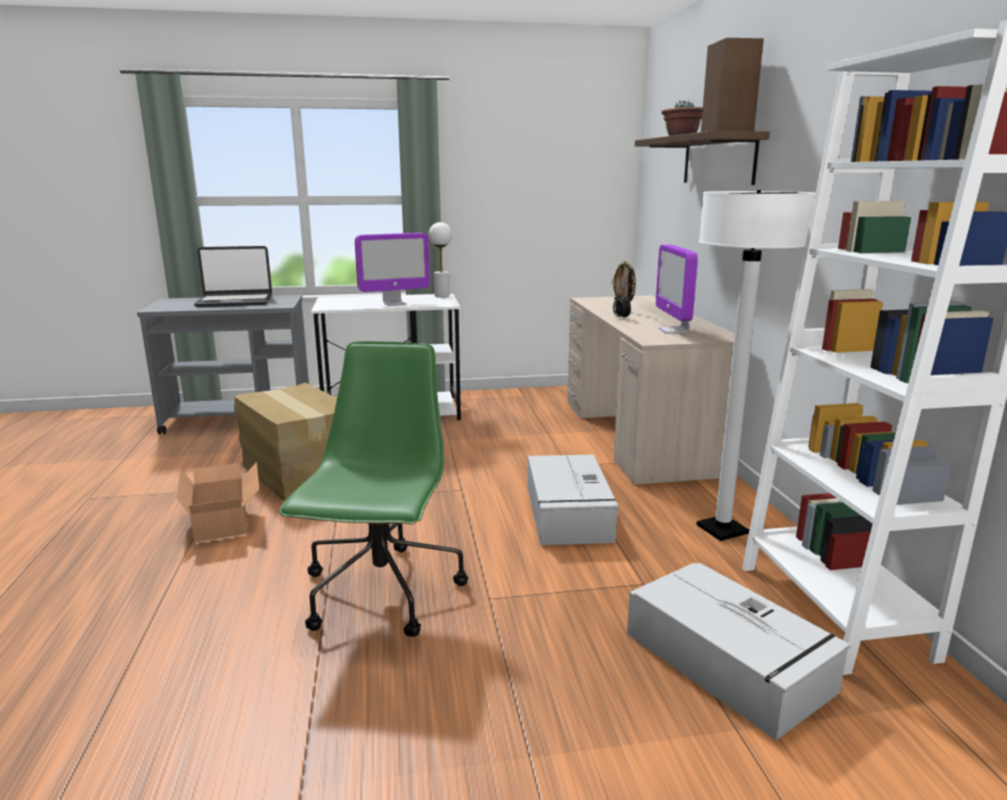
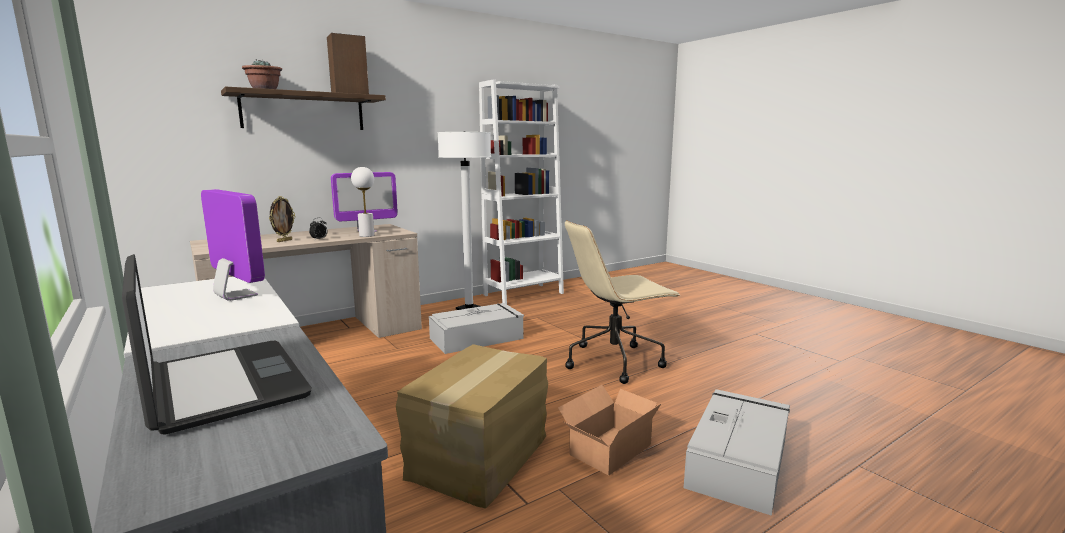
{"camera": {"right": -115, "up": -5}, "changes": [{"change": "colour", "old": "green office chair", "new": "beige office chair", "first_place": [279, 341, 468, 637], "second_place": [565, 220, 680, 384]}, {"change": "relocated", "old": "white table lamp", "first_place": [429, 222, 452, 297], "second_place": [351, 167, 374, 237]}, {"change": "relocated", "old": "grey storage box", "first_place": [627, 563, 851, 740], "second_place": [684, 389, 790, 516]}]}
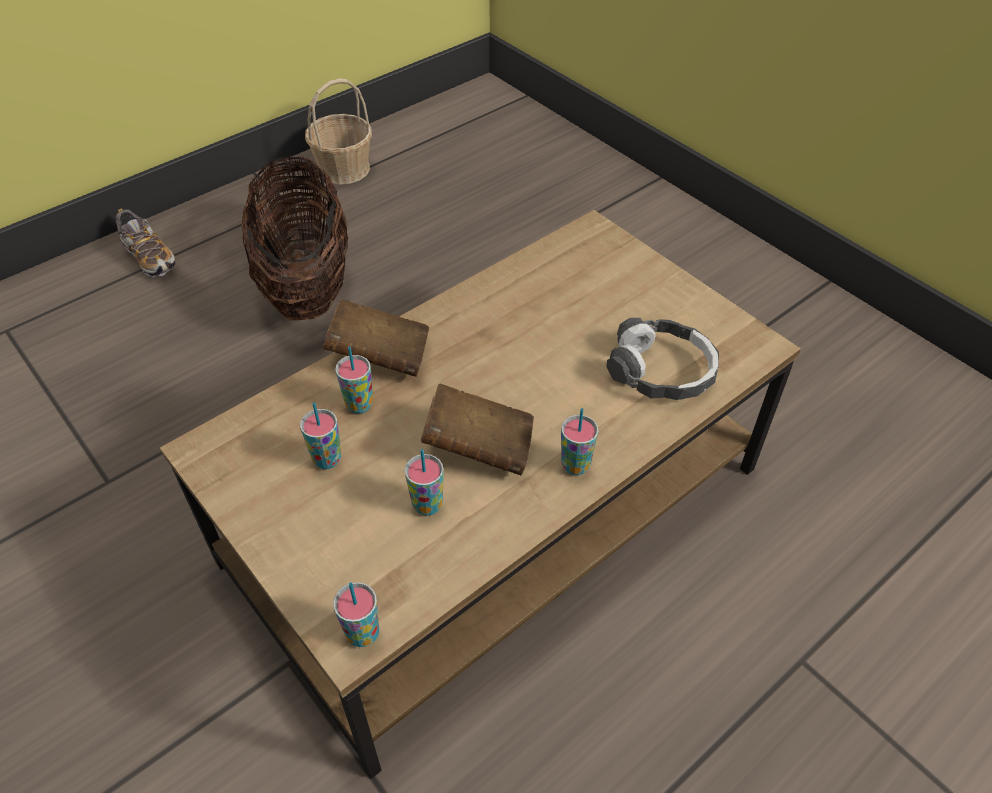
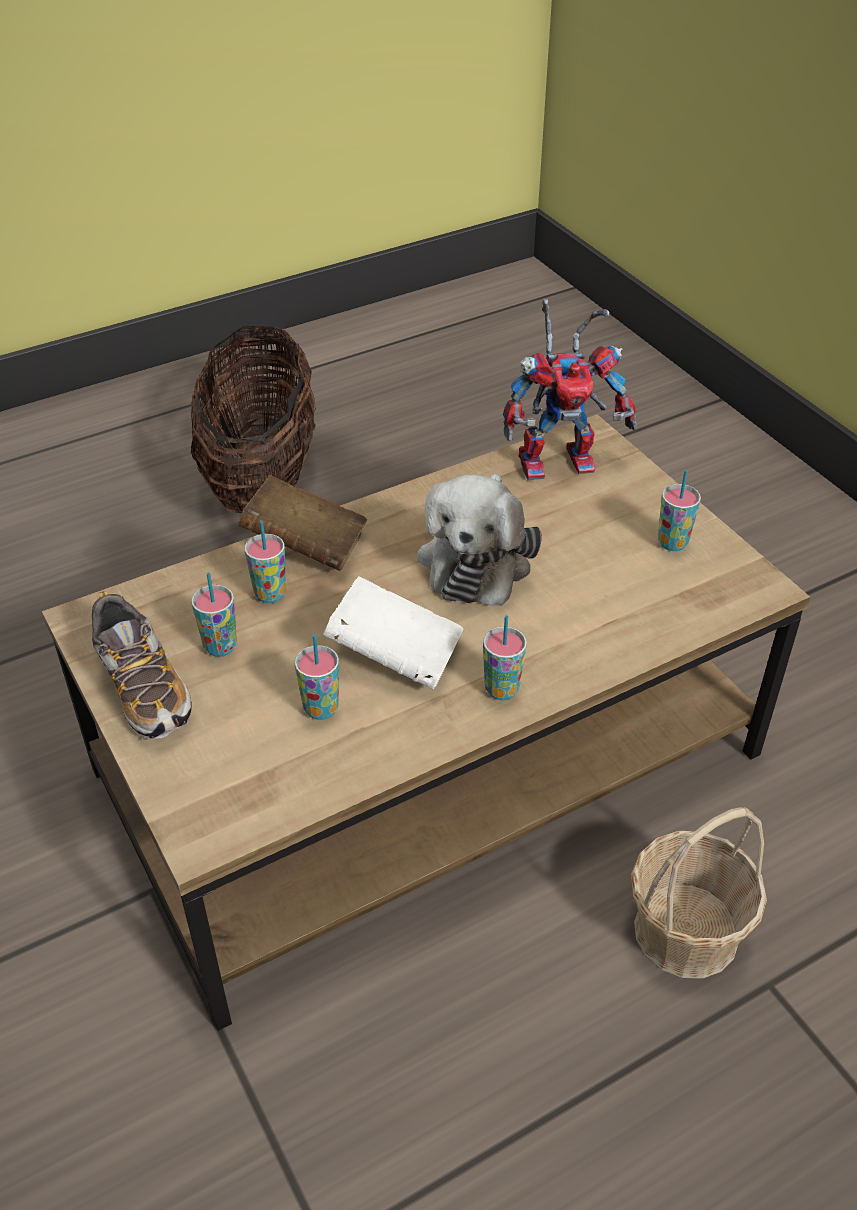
{"camera": {"right": 10, "up": -5}, "changes": [{"change": "relocated", "old": "shoe", "first_place": [116, 209, 176, 278], "second_place": [92, 591, 191, 740]}, {"change": "relocated", "old": "basket", "first_place": [305, 78, 372, 185], "second_place": [631, 807, 767, 979]}, {"change": "relocated", "old": "cup", "first_place": [333, 582, 379, 647], "second_place": [658, 470, 701, 551]}, {"change": "colour", "old": "brown book", "new": "white book", "first_place": [421, 384, 534, 476], "second_place": [323, 577, 463, 690]}, {"change": "missing", "old": "headphones", "first_place": [606, 318, 719, 400]}, {"change": "appeared", "new": "plush toy", "second_place": [417, 473, 542, 606]}, {"change": "appeared", "new": "toy robot", "second_place": [503, 299, 637, 480]}]}
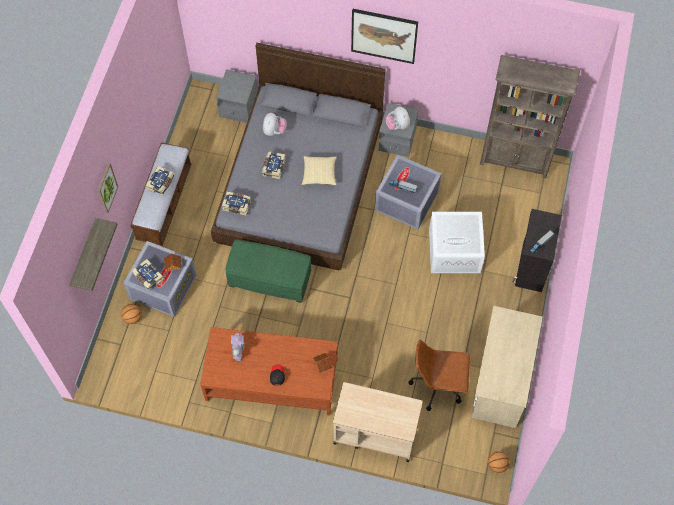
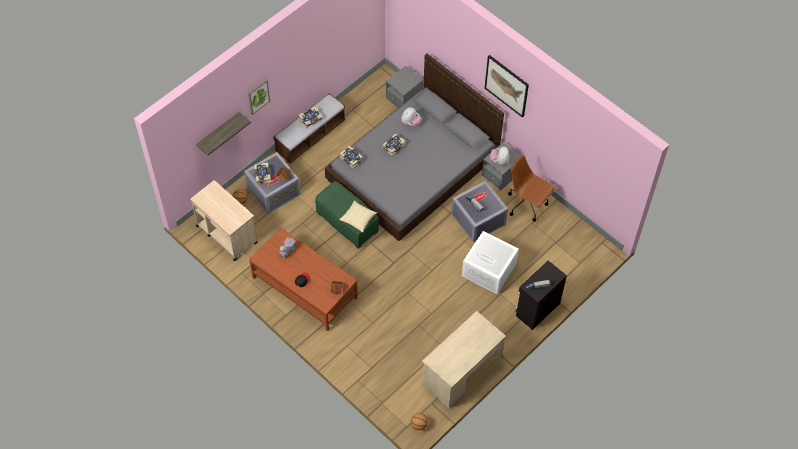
{"camera": {"right": 30, "up": -5}, "changes": [{"change": "relocated", "old": "pillow", "first_place": [302, 156, 337, 186], "second_place": [339, 201, 377, 233]}, {"change": "relocated", "old": "beige cart", "first_place": [333, 382, 423, 462], "second_place": [190, 180, 258, 261]}, {"change": "relocated", "old": "brown office chair", "first_place": [408, 340, 471, 411], "second_place": [508, 155, 556, 222]}, {"change": "missing", "old": "brown bookcase", "first_place": [480, 55, 580, 178]}]}
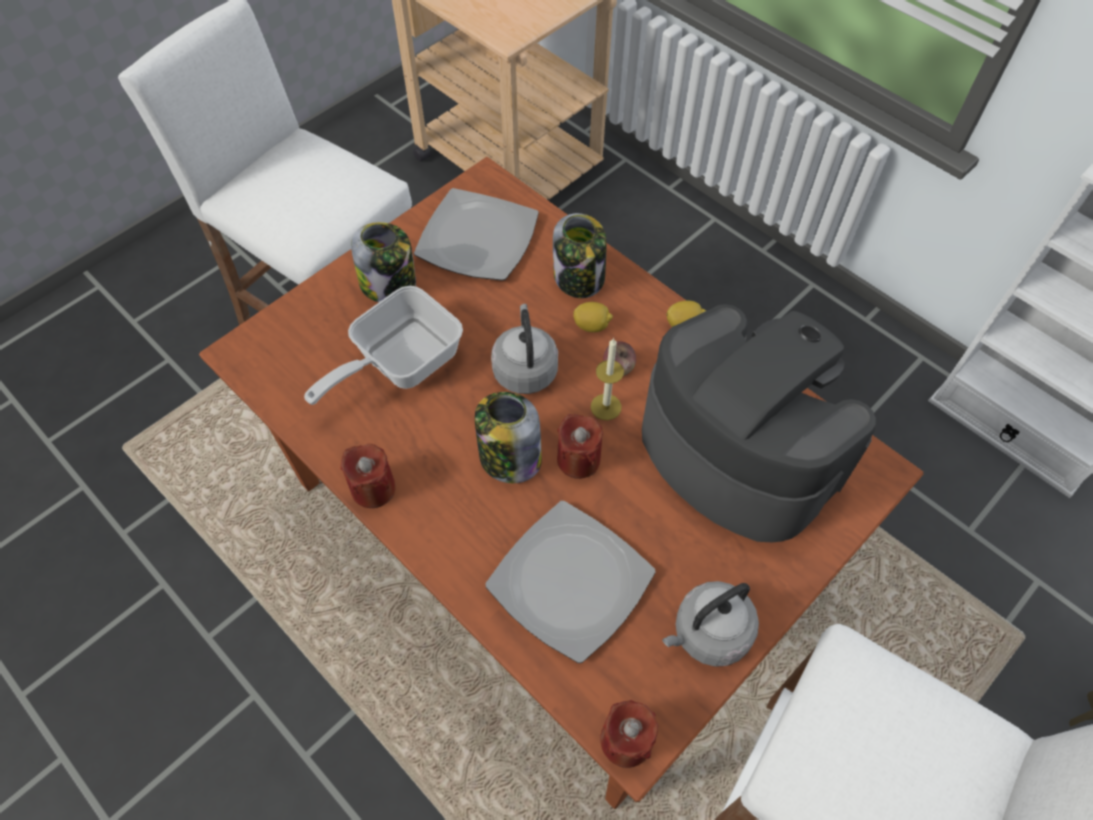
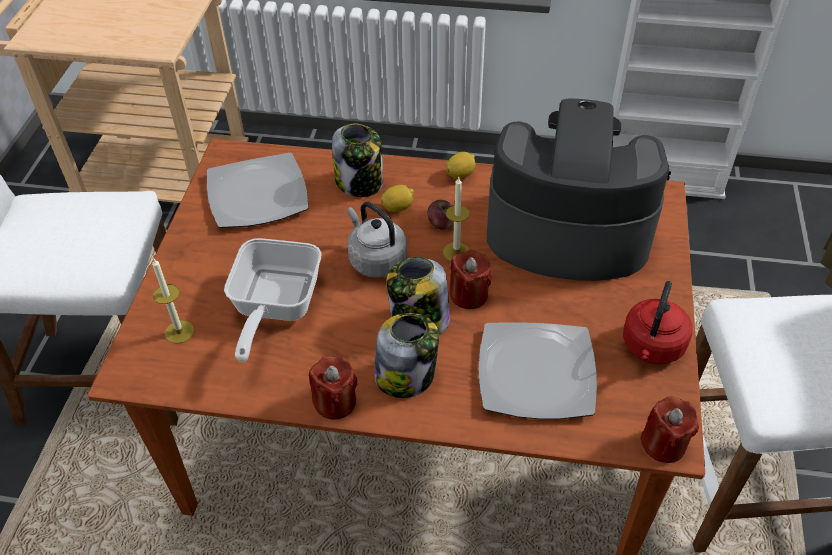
{"camera": {"right": -35, "up": -10}, "changes": [{"change": "relocated", "old": "jar", "first_place": [351, 222, 416, 302], "second_place": [374, 313, 439, 398]}, {"change": "colour", "old": "grey kettle", "new": "red kettle", "first_place": [662, 581, 759, 667], "second_place": [623, 281, 692, 364]}, {"change": "appeared", "new": "candle", "second_place": [152, 259, 194, 344]}]}
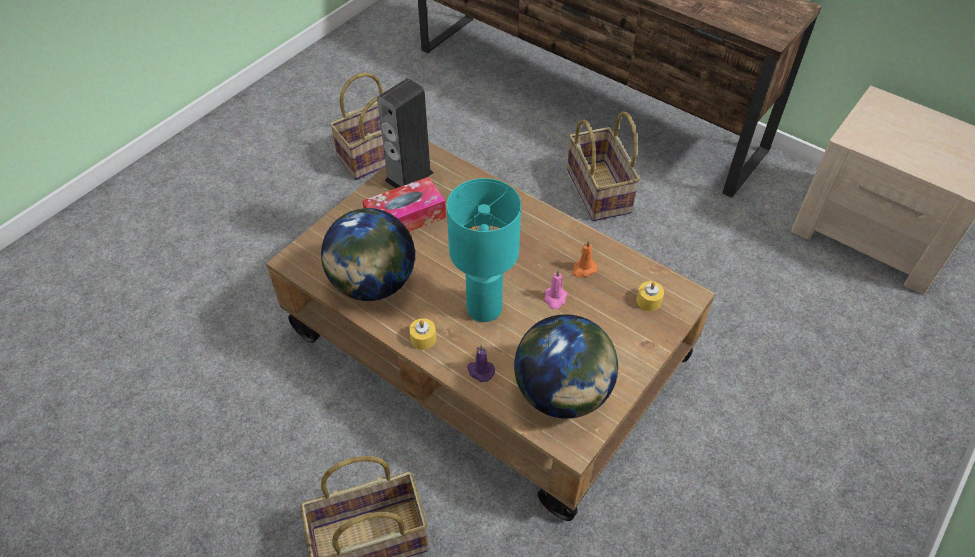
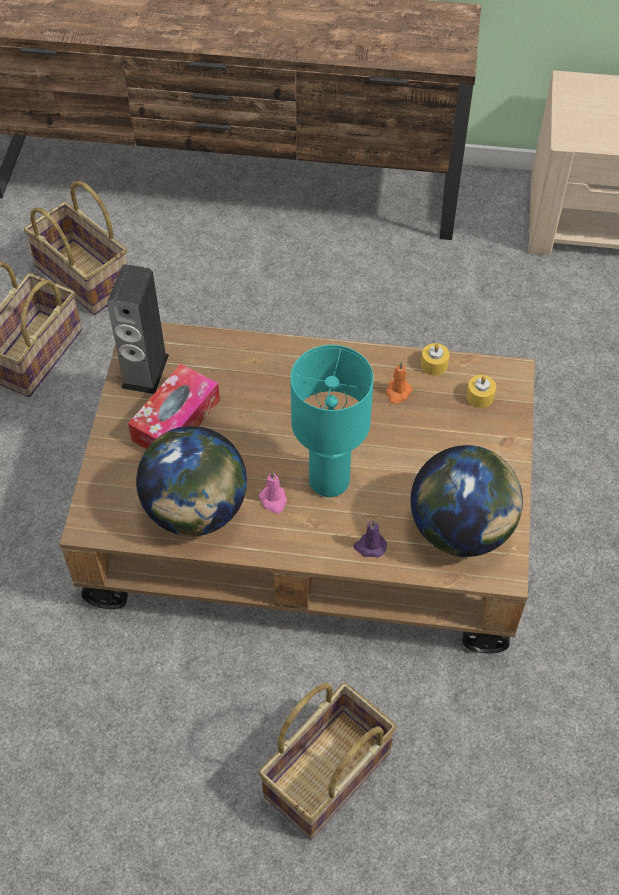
{"camera": {"right": -30, "up": 5}, "changes": [{"change": "relocated", "old": "yellow candle", "first_place": [409, 318, 436, 350], "second_place": [421, 343, 449, 376]}, {"change": "relocated", "old": "pink candle", "first_place": [544, 270, 567, 309], "second_place": [259, 471, 287, 514]}, {"change": "relocated", "old": "basket", "first_place": [567, 112, 640, 221], "second_place": [24, 181, 128, 315]}]}
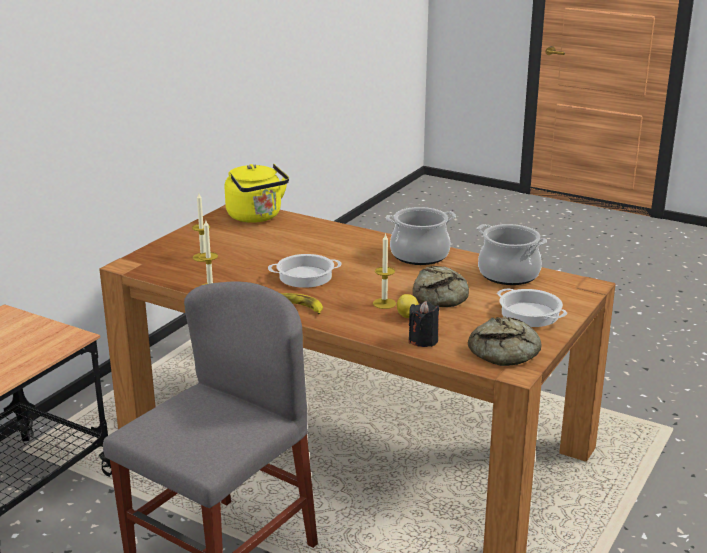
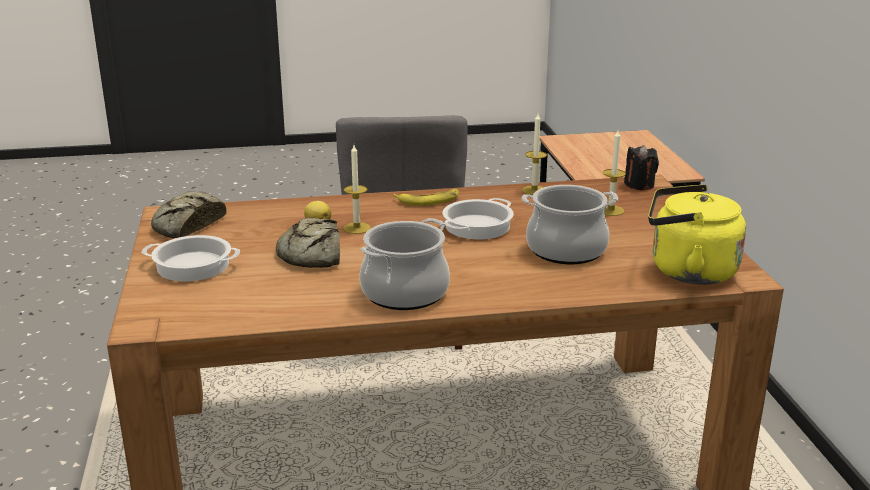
{"camera": {"right": 140, "up": 0}, "changes": [{"change": "relocated", "old": "black candle", "first_place": [409, 301, 440, 347], "second_place": [624, 145, 659, 190]}, {"change": "relocated", "old": "cooking pot", "first_place": [477, 224, 547, 285], "second_place": [522, 185, 618, 264]}]}
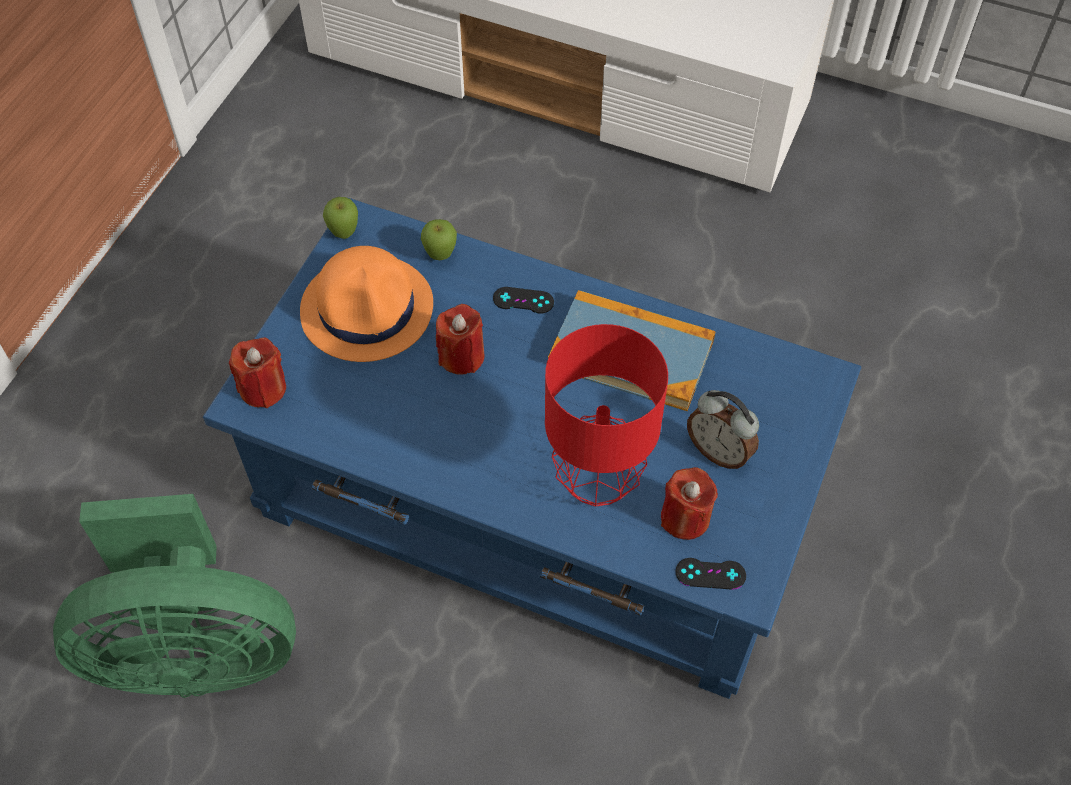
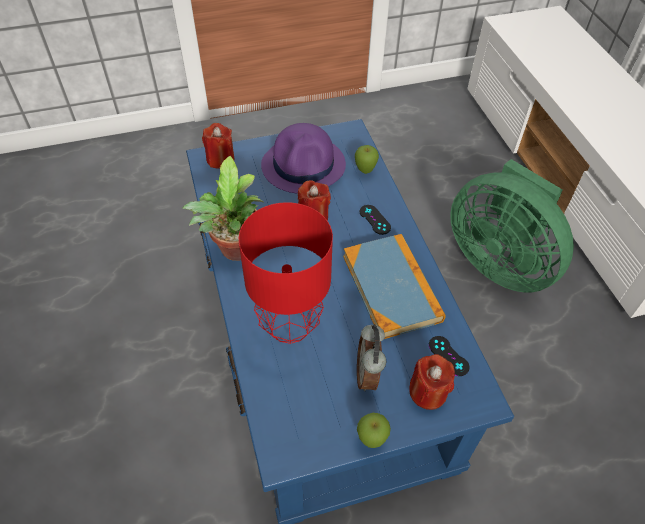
{"camera": {"right": 50, "up": -5}, "changes": [{"change": "relocated", "old": "green fan", "first_place": [53, 494, 296, 698], "second_place": [450, 159, 574, 292]}, {"change": "colour", "old": "orange hat", "new": "purple hat", "first_place": [300, 246, 433, 362], "second_place": [261, 123, 346, 194]}, {"change": "relocated", "old": "apple", "first_place": [323, 197, 358, 239], "second_place": [357, 413, 391, 448]}, {"change": "relocated", "old": "red candle", "first_place": [661, 467, 718, 540], "second_place": [409, 354, 455, 410]}, {"change": "relocated", "old": "black game controller", "first_place": [675, 558, 746, 590], "second_place": [429, 336, 470, 376]}, {"change": "appeared", "new": "potted plant", "second_place": [182, 156, 263, 261]}]}
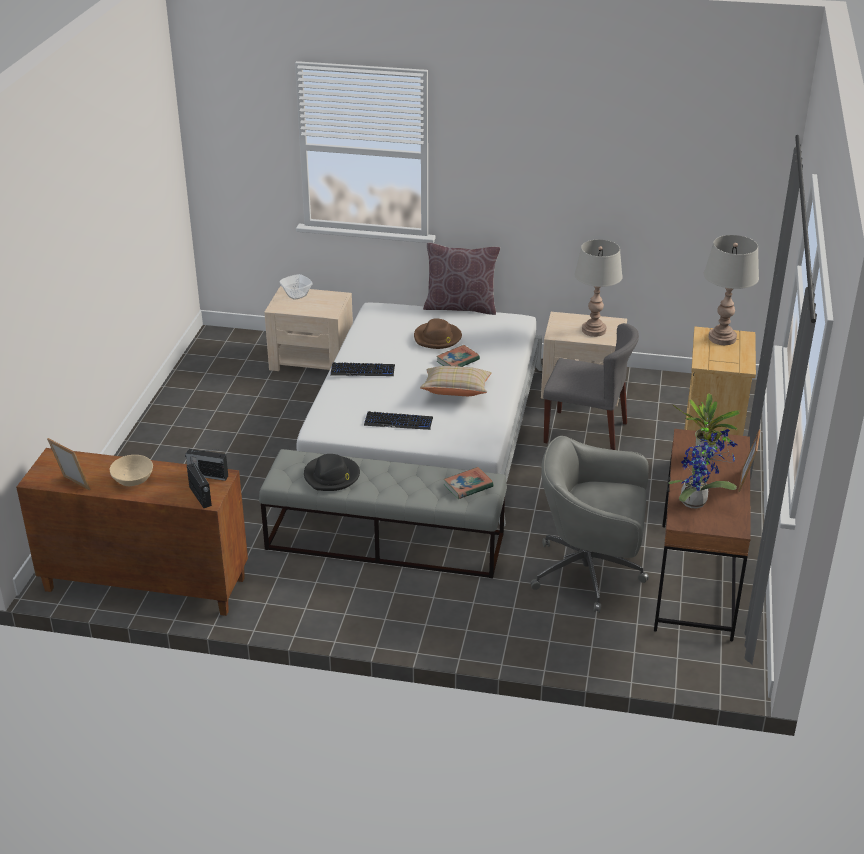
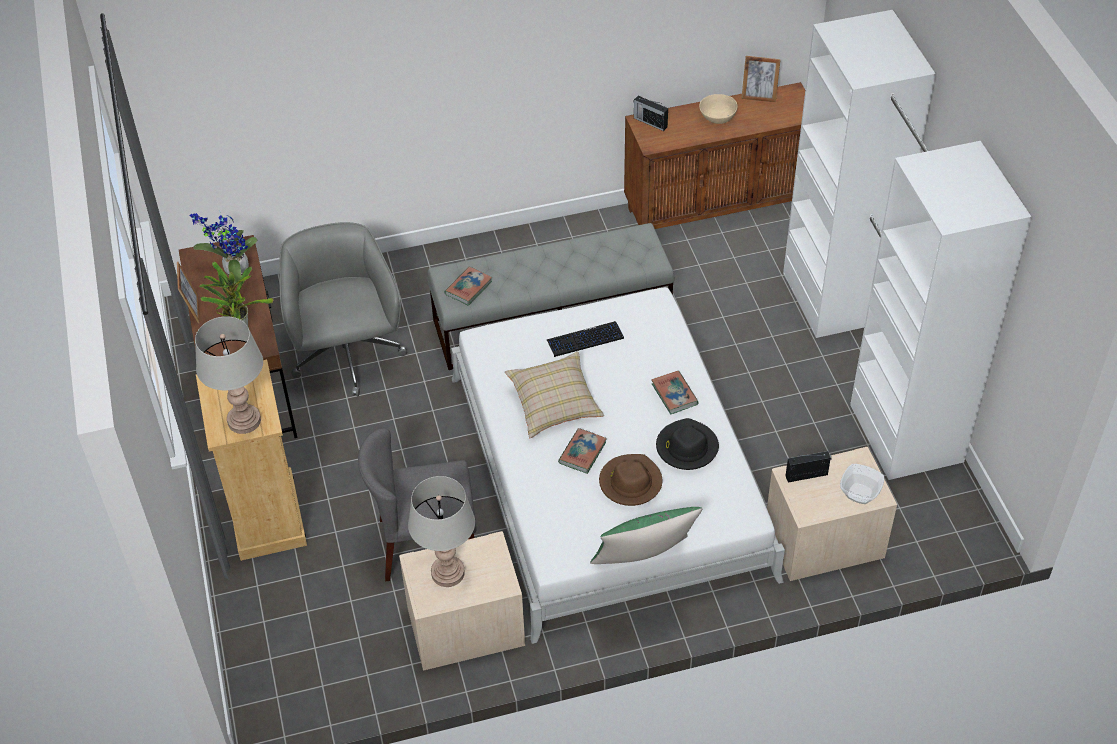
{"camera": {"right": 155, "up": 15}, "changes": [{"change": "relocated", "old": "radio", "first_place": [185, 449, 228, 481], "second_place": [785, 451, 831, 483]}, {"change": "relocated", "old": "black hat", "first_place": [304, 454, 360, 491], "second_place": [656, 418, 719, 470]}, {"change": "exchanged", "old": "keyboard", "new": "book", "first_place": [330, 362, 395, 376], "second_place": [651, 371, 699, 414]}, {"change": "colour", "old": "brown pillow", "new": "green pillow", "first_place": [423, 243, 500, 315], "second_place": [590, 507, 702, 564]}, {"change": "spun", "old": "grey office chair", "first_place": [530, 436, 649, 613], "second_place": [279, 222, 407, 396], "degrees": -90}, {"change": "appeared", "new": "white wardrobe", "second_place": [783, 10, 1031, 480]}]}
